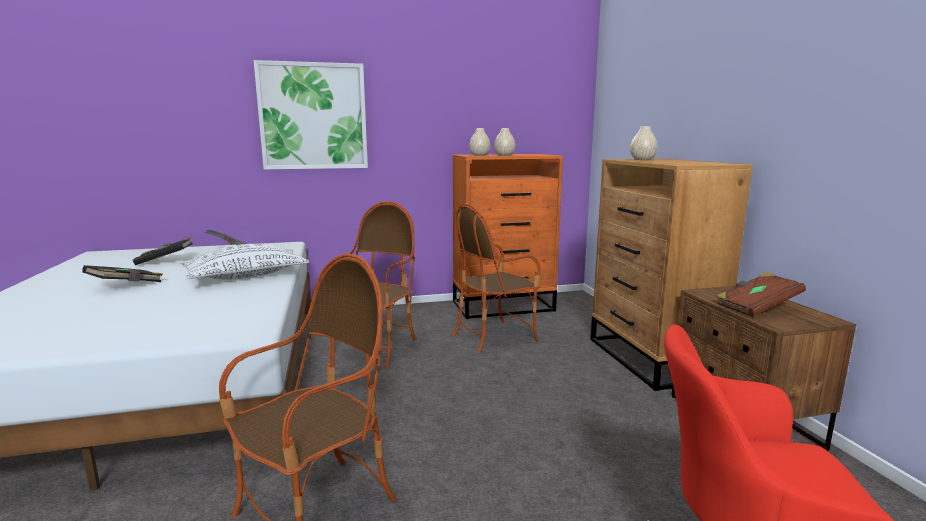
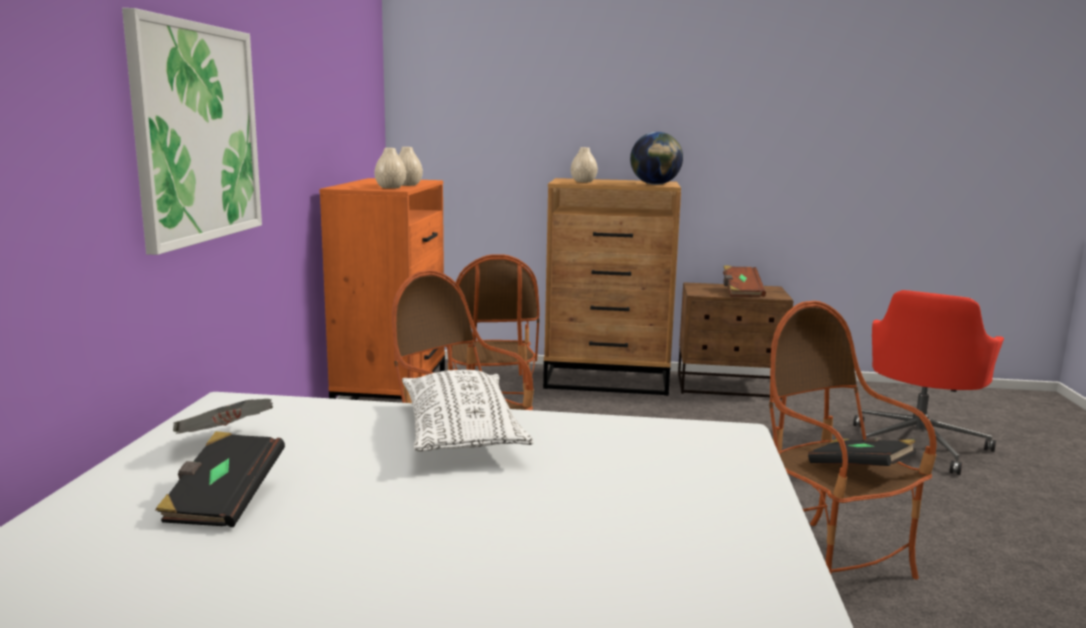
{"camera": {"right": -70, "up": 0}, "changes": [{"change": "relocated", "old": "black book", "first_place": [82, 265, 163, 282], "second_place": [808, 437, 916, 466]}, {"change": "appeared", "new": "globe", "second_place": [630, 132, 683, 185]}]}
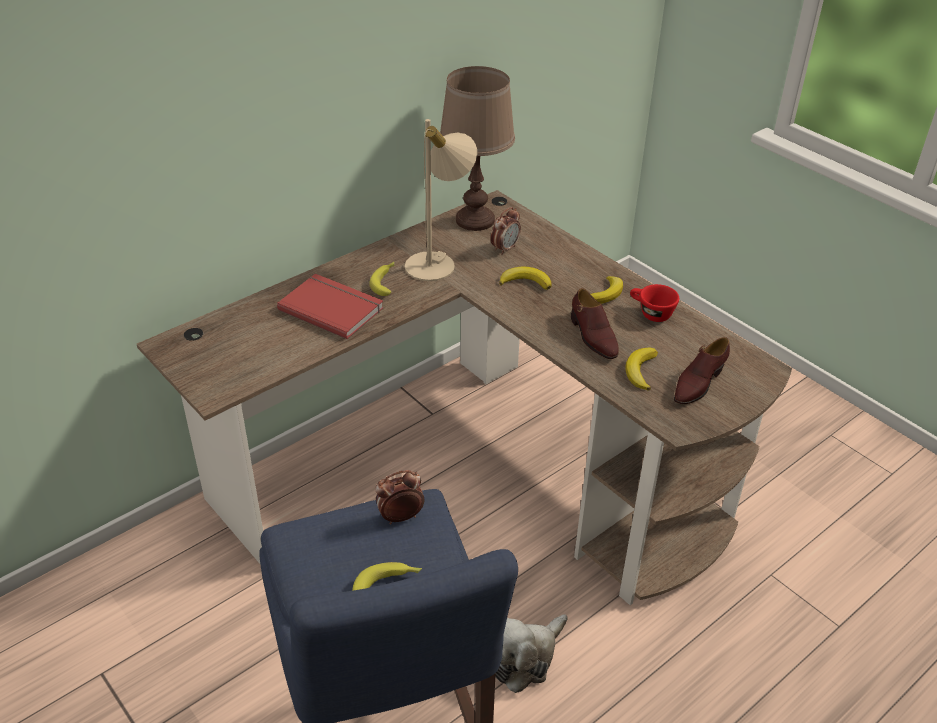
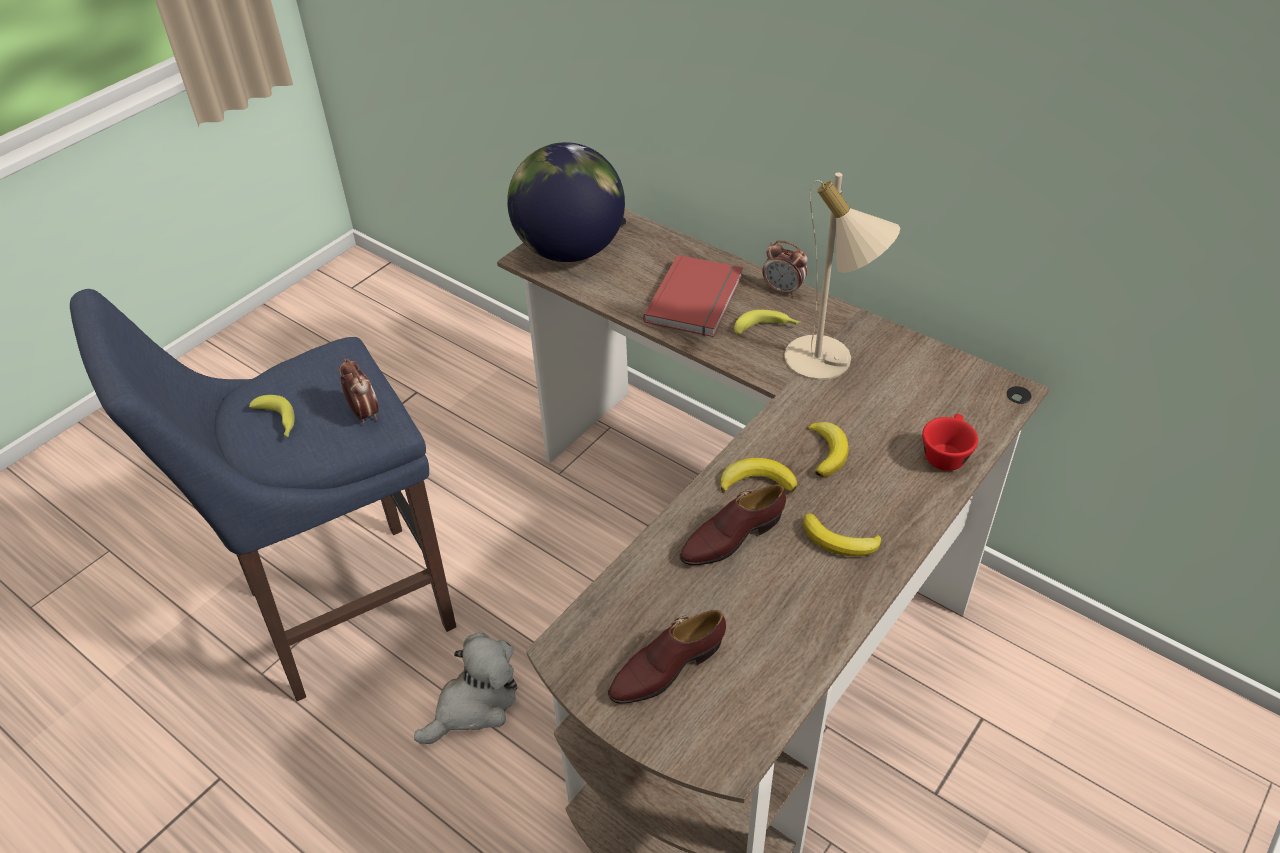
{"camera": {"right": 80, "up": 5}, "changes": [{"change": "missing", "old": "brown table lamp", "first_place": [440, 66, 515, 231]}, {"change": "relocated", "old": "alarm clock", "first_place": [490, 207, 521, 255], "second_place": [762, 240, 808, 297]}, {"change": "spun", "old": "plush toy", "first_place": [495, 614, 567, 693], "second_place": [414, 632, 517, 744], "degrees": 105}, {"change": "relocated", "old": "banana", "first_place": [625, 348, 658, 391], "second_place": [721, 458, 797, 493]}, {"change": "relocated", "old": "red cup", "first_place": [630, 284, 679, 322], "second_place": [922, 414, 978, 471]}, {"change": "spun", "old": "brown shoe", "first_place": [674, 337, 730, 404], "second_place": [608, 610, 726, 704], "degrees": -60}, {"change": "appeared", "new": "globe", "second_place": [507, 142, 625, 262]}]}
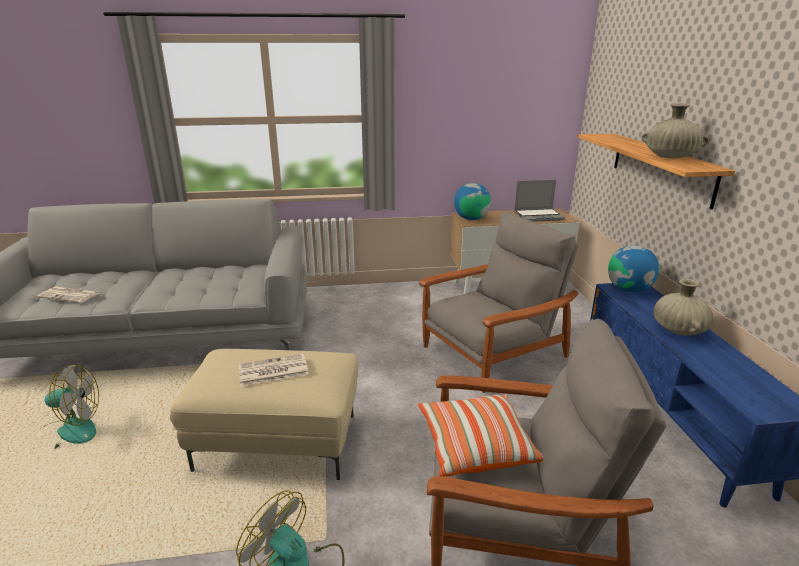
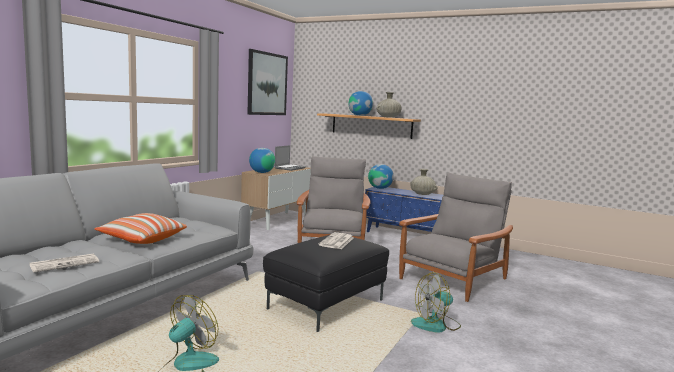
{"camera": {"right": -55, "up": -15}, "changes": [{"change": "colour", "old": "beige ottoman", "new": "black ottoman", "first_place": [170, 349, 358, 480], "second_place": [263, 235, 389, 332]}, {"change": "relocated", "old": "pillow", "first_place": [418, 394, 543, 477], "second_place": [95, 213, 187, 244]}, {"change": "appeared", "new": "picture", "second_place": [247, 49, 288, 115]}, {"change": "appeared", "new": "globe", "second_place": [349, 91, 373, 116]}]}
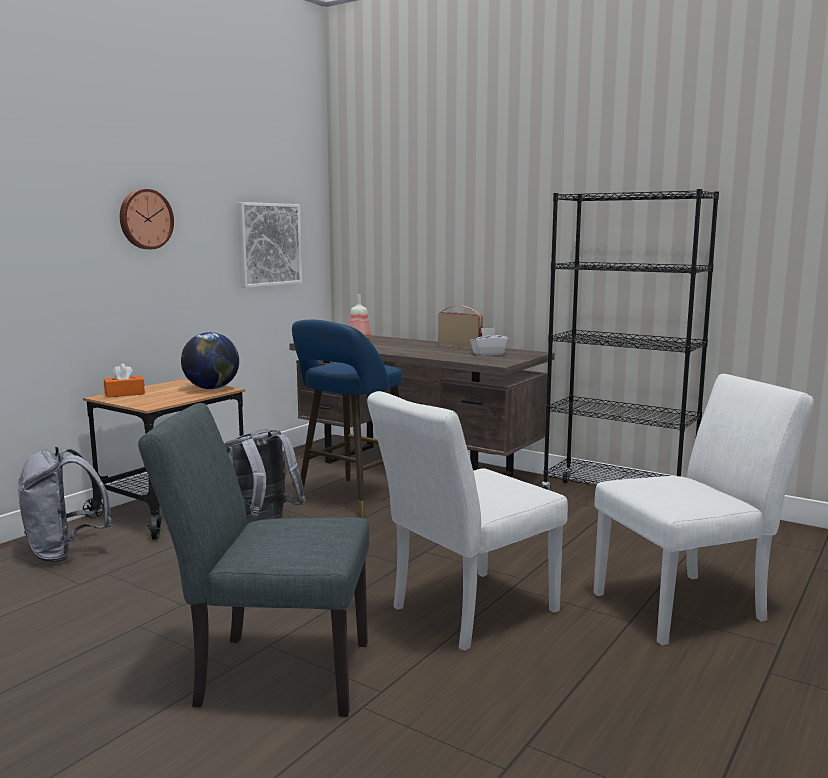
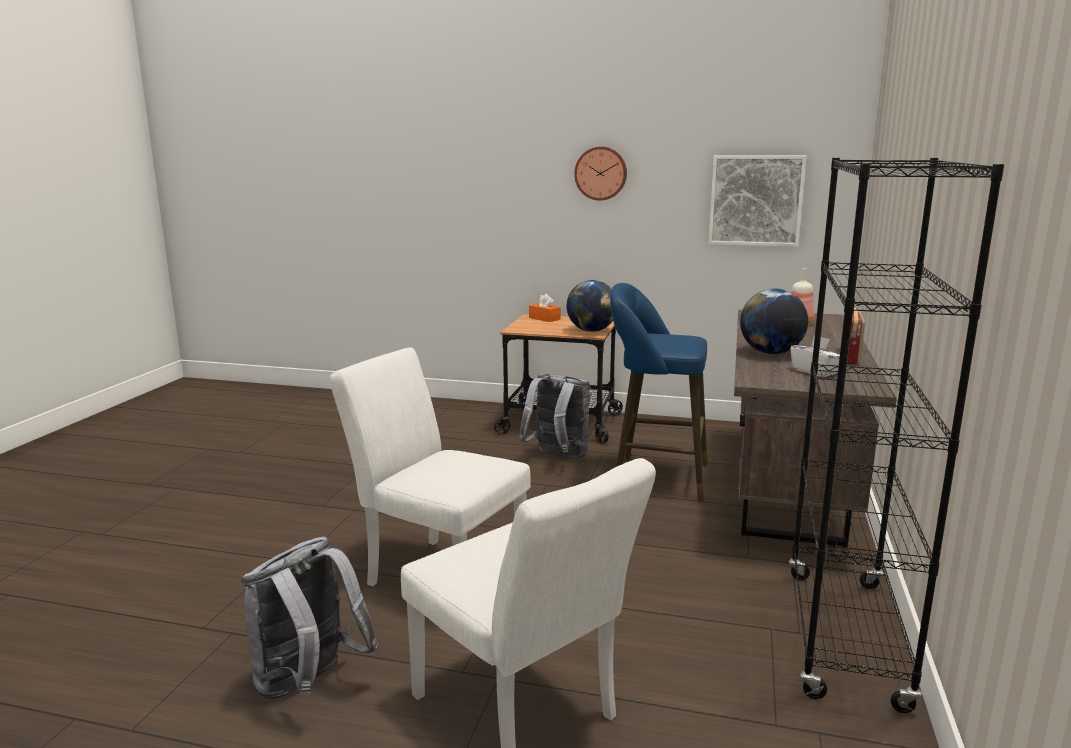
{"camera": {"right": 70, "up": 5}, "changes": [{"change": "relocated", "old": "grey backpack", "first_place": [19, 447, 112, 562], "second_place": [241, 536, 379, 699]}, {"change": "missing", "old": "grey chair", "first_place": [138, 403, 369, 717]}, {"change": "appeared", "new": "globe", "second_place": [740, 288, 808, 354]}]}
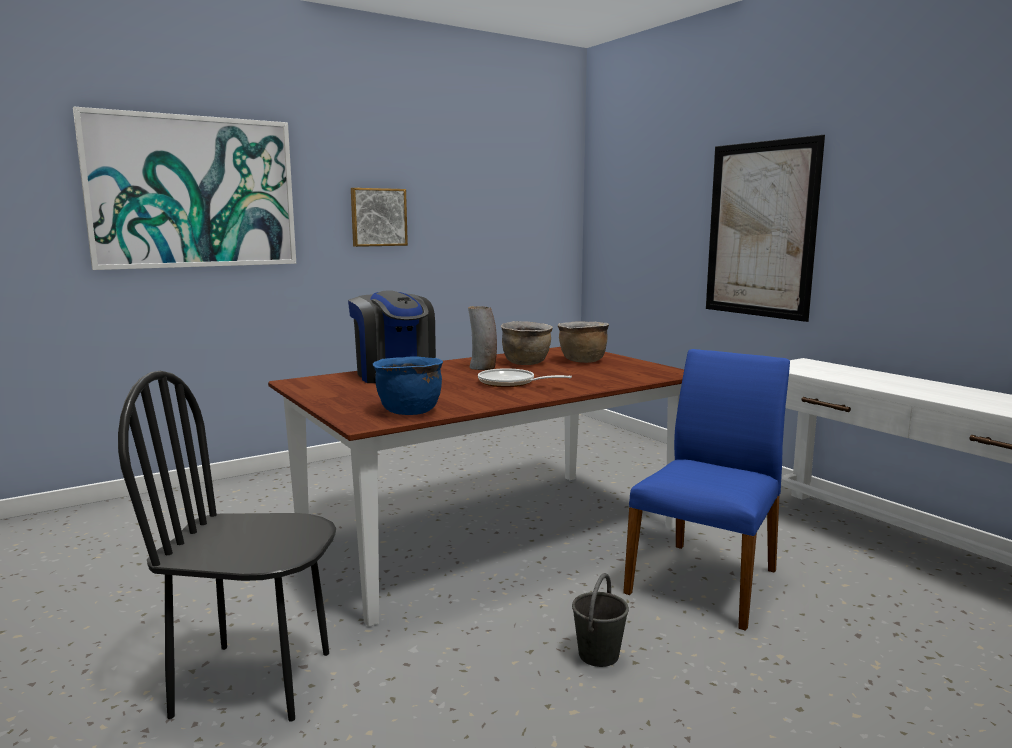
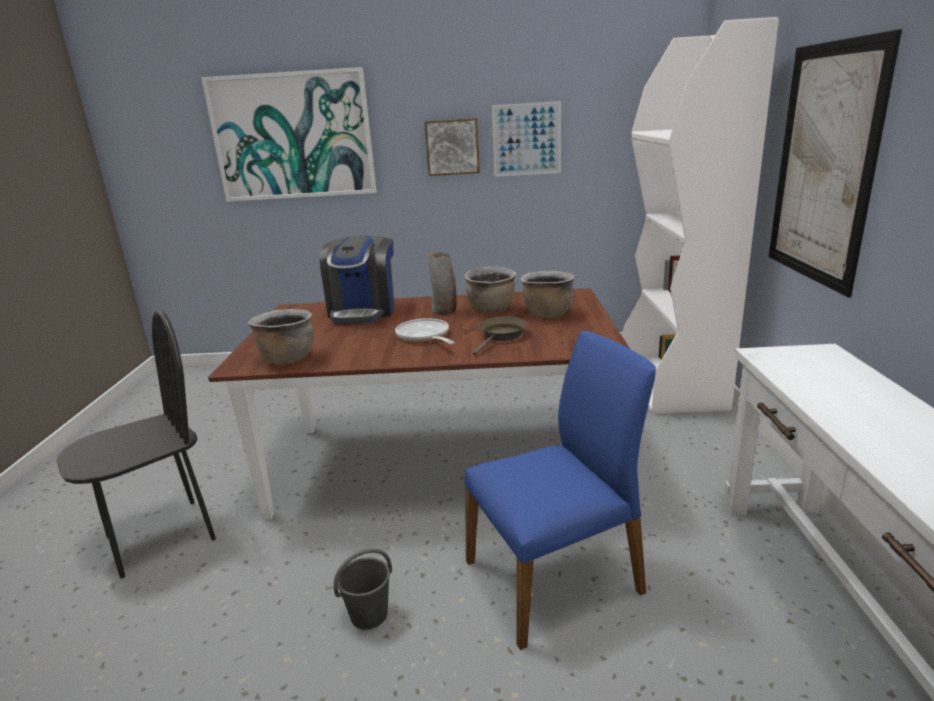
{"camera": {"right": 35, "up": 10}, "changes": [{"change": "spun", "old": "black chair", "first_place": [118, 371, 336, 722], "second_place": [57, 309, 216, 579], "degrees": 105}, {"change": "colour", "old": "blue cooking pot", "new": "brown cooking pot", "first_place": [373, 357, 443, 415], "second_place": [248, 309, 313, 365]}, {"change": "appeared", "new": "brown frying pan", "second_place": [473, 317, 528, 356]}, {"change": "appeared", "new": "picture", "second_place": [492, 101, 561, 177]}, {"change": "appeared", "new": "white bookcase", "second_place": [623, 17, 779, 414]}]}
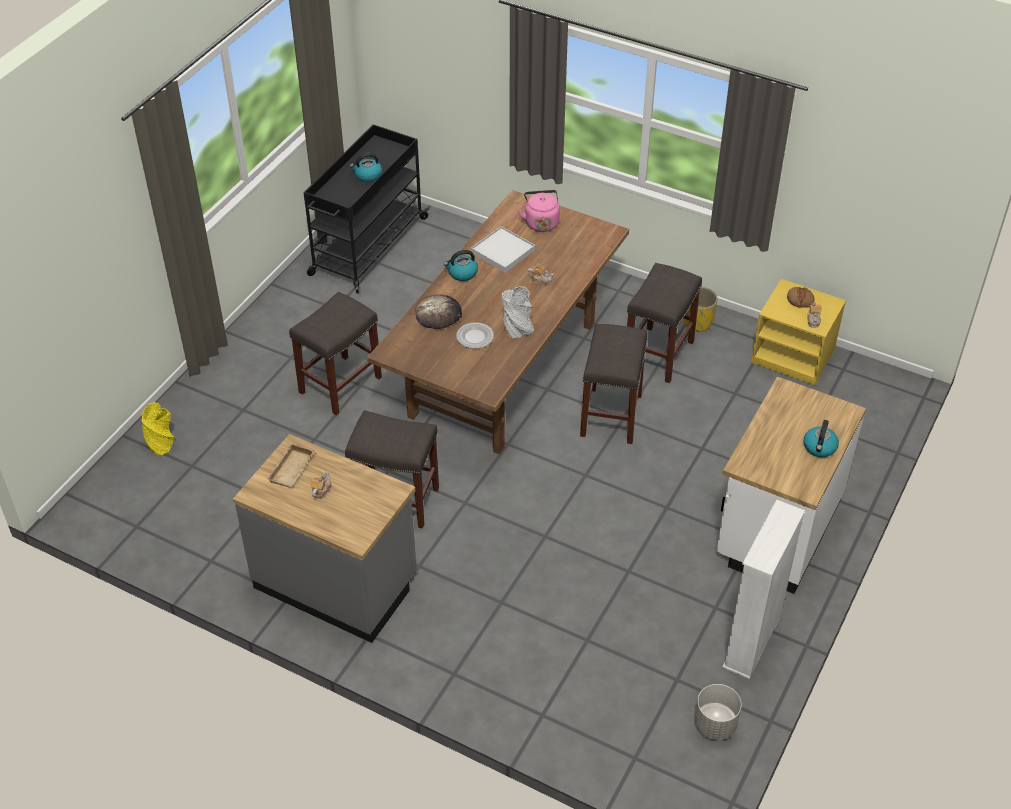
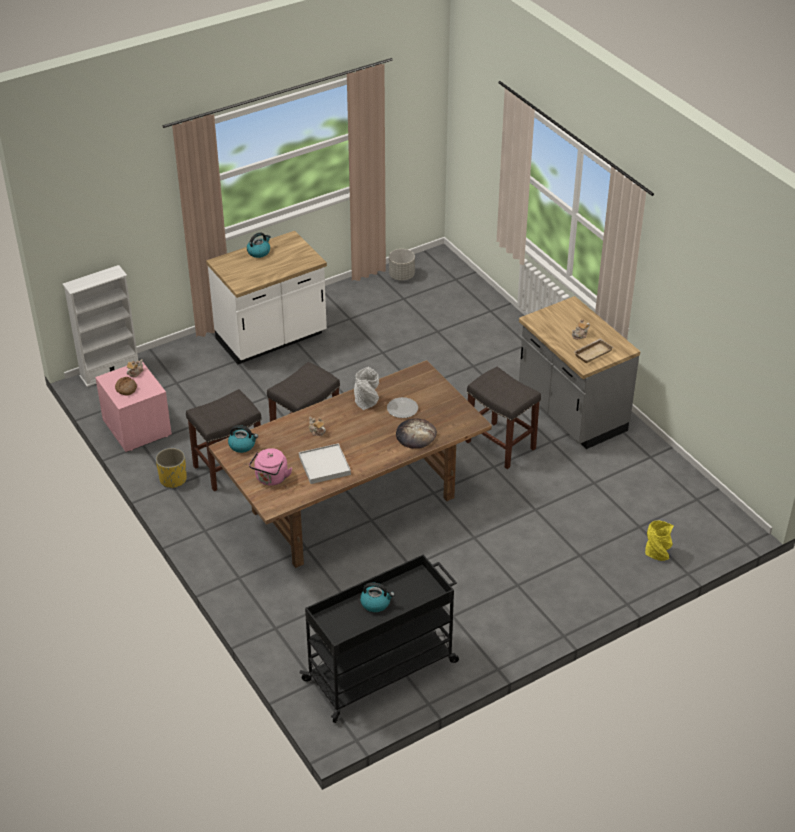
{"camera": {"right": -150, "up": -5}, "changes": [{"change": "missing", "old": "grey stool", "first_place": [289, 292, 382, 415]}, {"change": "relocated", "old": "kettle", "first_place": [444, 250, 478, 281], "second_place": [228, 425, 258, 453]}, {"change": "relocated", "old": "white bookcase", "first_place": [722, 499, 805, 679], "second_place": [62, 265, 138, 387]}, {"change": "colour", "old": "yellow nightstand", "new": "pink nightstand", "first_place": [751, 279, 846, 386], "second_place": [95, 361, 172, 452]}]}
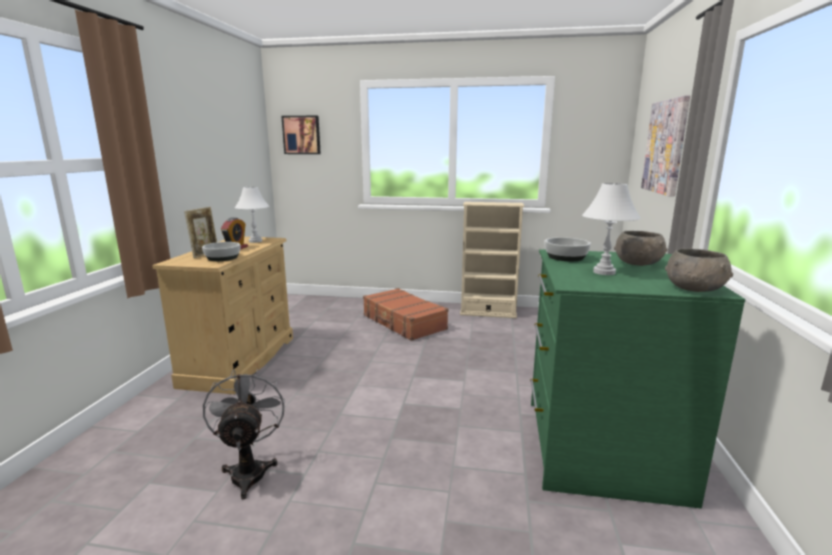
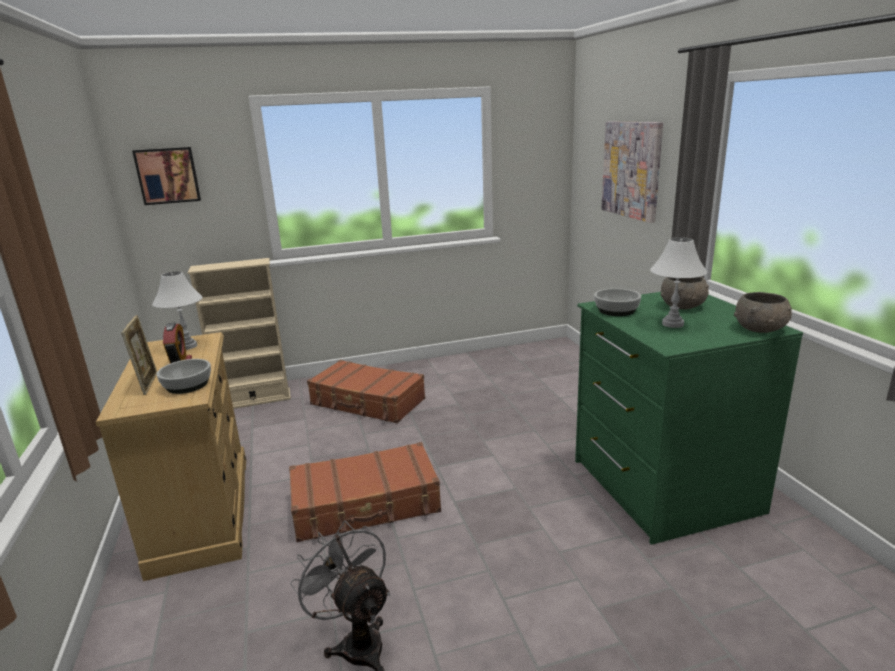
{"camera": {"right": -25, "up": 5}, "changes": [{"change": "relocated", "old": "beige bookcase", "first_place": [460, 202, 524, 318], "second_place": [187, 258, 291, 409]}, {"change": "appeared", "new": "brown suitcase", "second_place": [289, 442, 441, 542]}]}
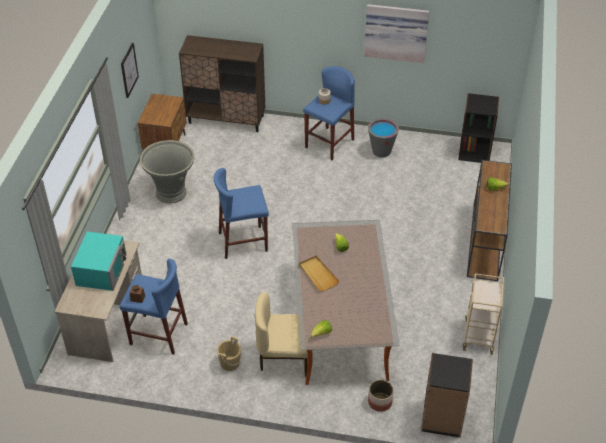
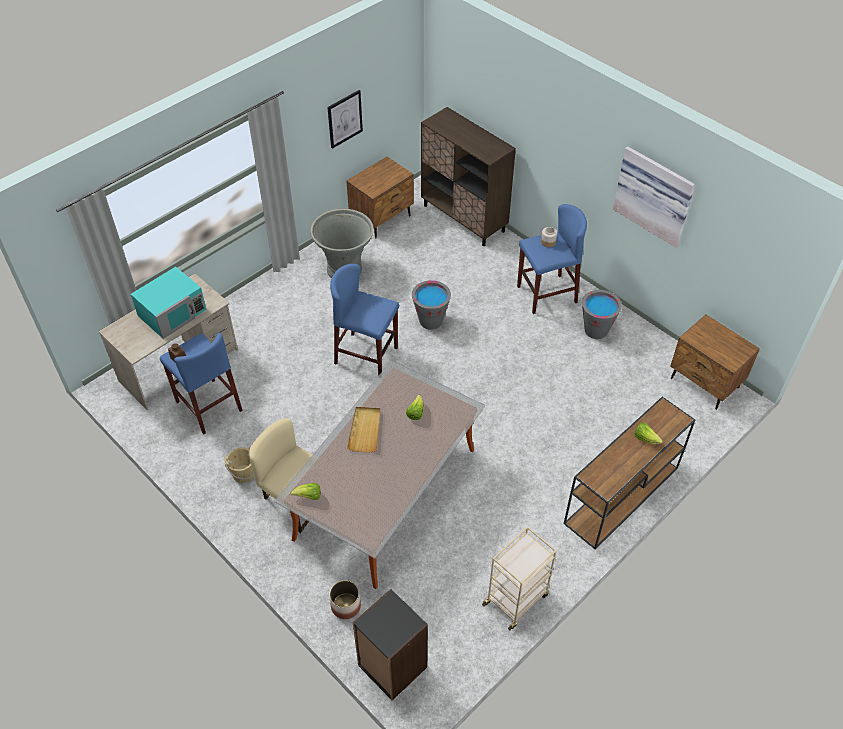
{"camera": {"right": 35, "up": 5}, "changes": [{"change": "exchanged", "old": "black bookcase", "new": "brown nightstand", "first_place": [458, 93, 499, 163], "second_place": [670, 315, 760, 410]}, {"change": "appeared", "new": "grey bucket", "second_place": [412, 280, 451, 330]}]}
